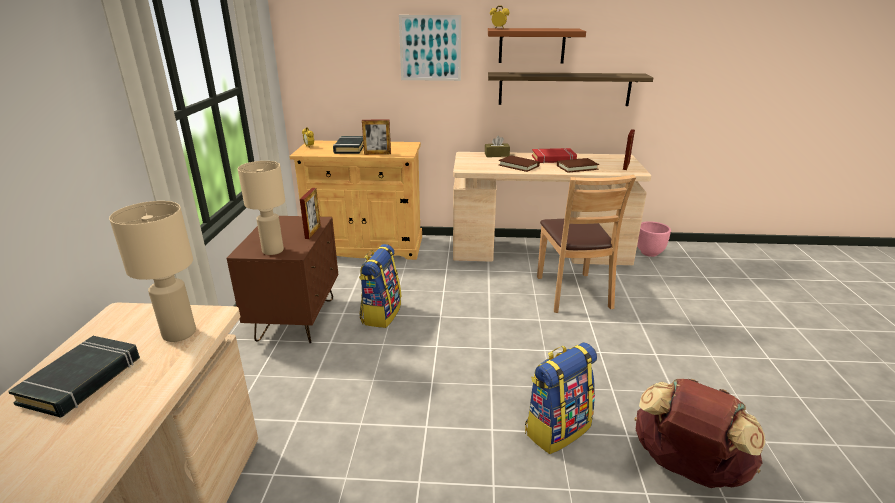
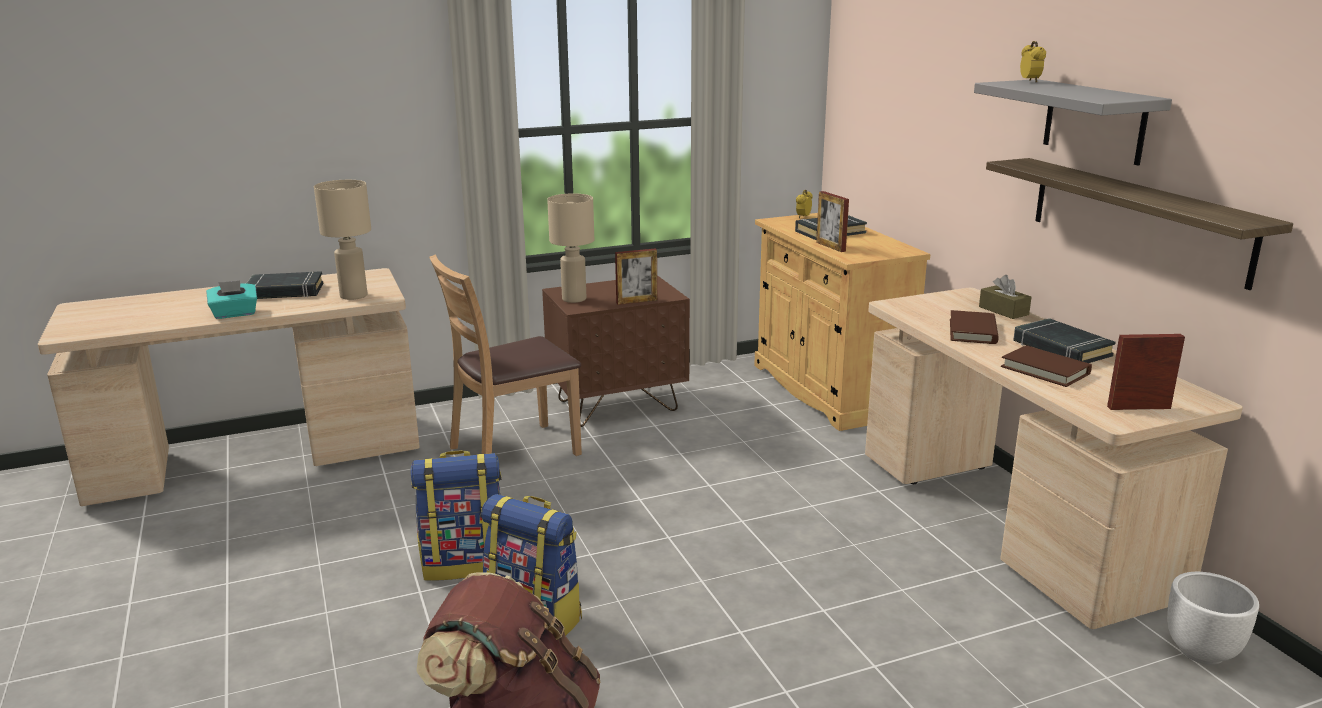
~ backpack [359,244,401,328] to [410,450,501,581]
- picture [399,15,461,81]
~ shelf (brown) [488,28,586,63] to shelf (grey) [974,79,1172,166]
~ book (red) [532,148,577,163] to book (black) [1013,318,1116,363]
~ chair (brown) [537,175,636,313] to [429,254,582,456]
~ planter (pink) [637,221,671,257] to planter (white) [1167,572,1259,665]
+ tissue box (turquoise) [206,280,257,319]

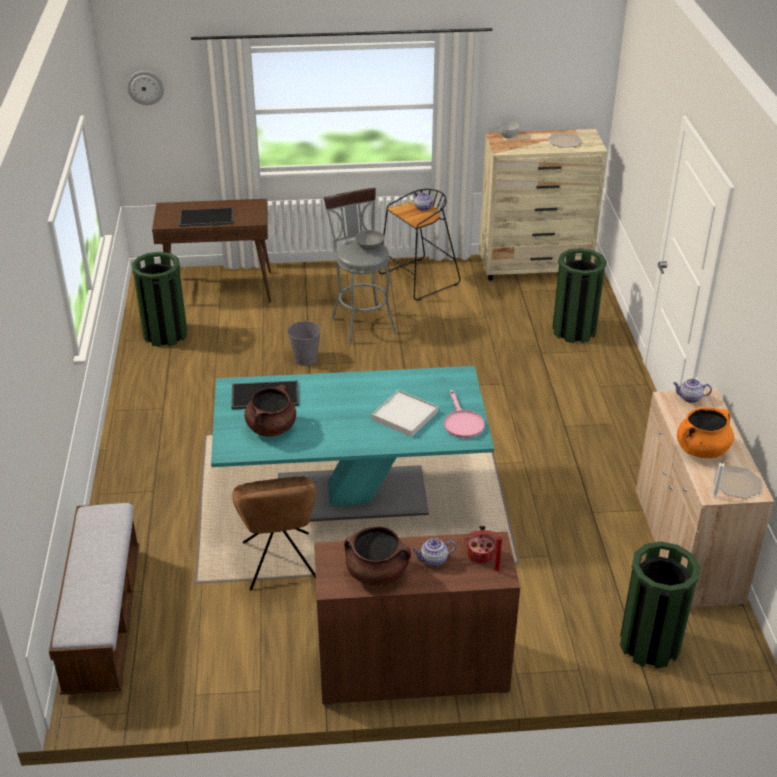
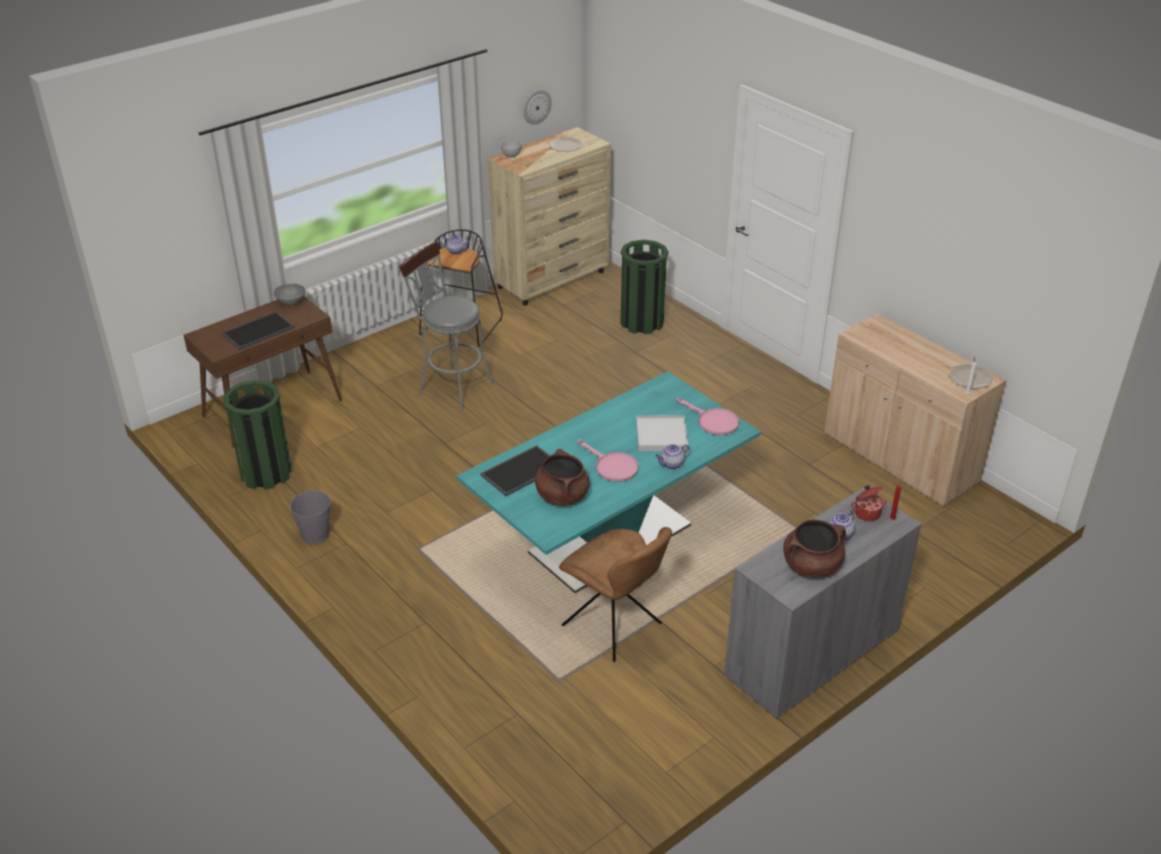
- bench [49,503,139,695]
~ wall clock [127,71,164,105] to [523,90,552,125]
~ bucket (grey) [288,321,321,366] to [289,491,331,545]
~ cabinet (brown) [314,532,520,705] to cabinet (grey) [724,487,922,719]
~ bowl (grey) [355,230,384,251] to [274,283,305,306]
- trash can (green) [620,541,700,669]
~ teapot [673,379,712,403] to [656,444,690,469]
- cooking pot (orange) [677,407,734,458]
+ frying pan (pink) [577,439,638,482]

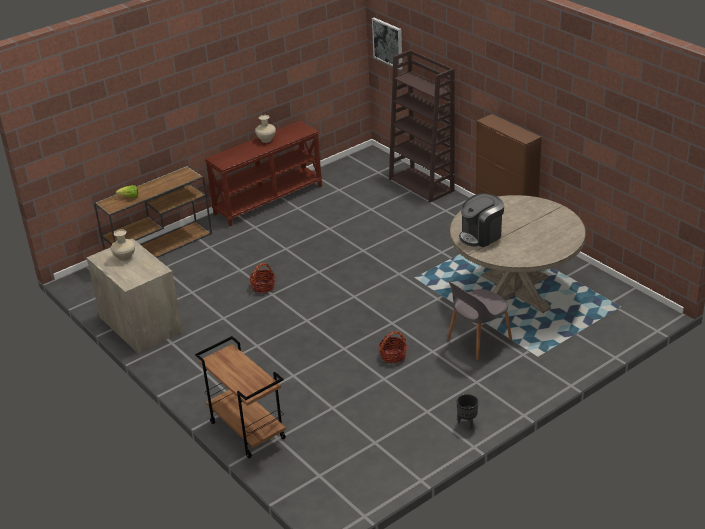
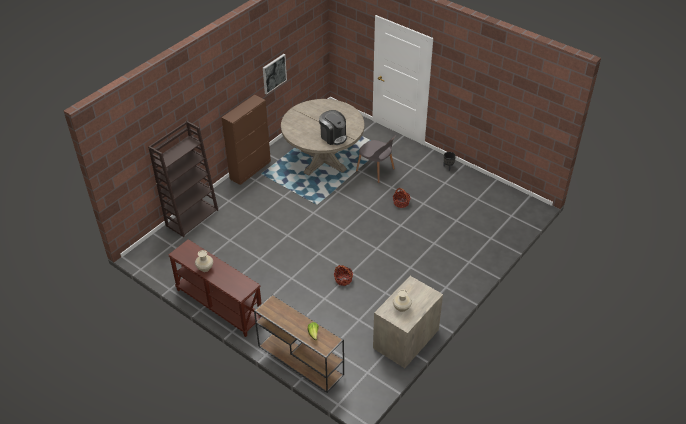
- cart (brown) [195,336,286,458]
~ picture [372,18,403,70] to [263,54,287,95]

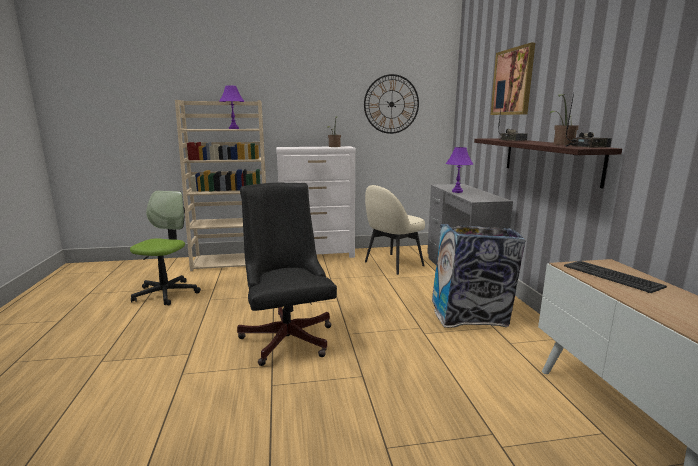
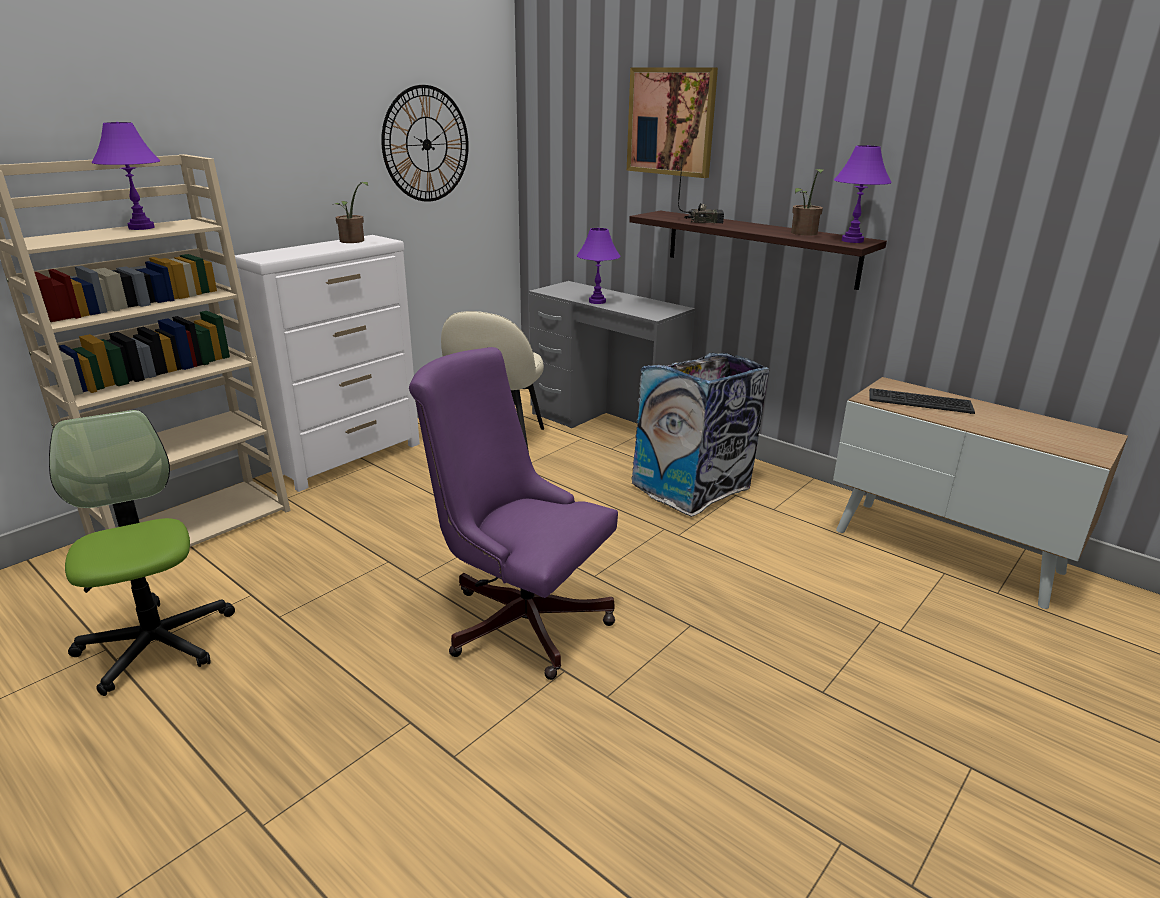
~ office chair (black) [237,182,337,366] to office chair (purple) [409,347,618,680]
~ radio [566,93,612,148] to table lamp (purple) [834,145,892,243]

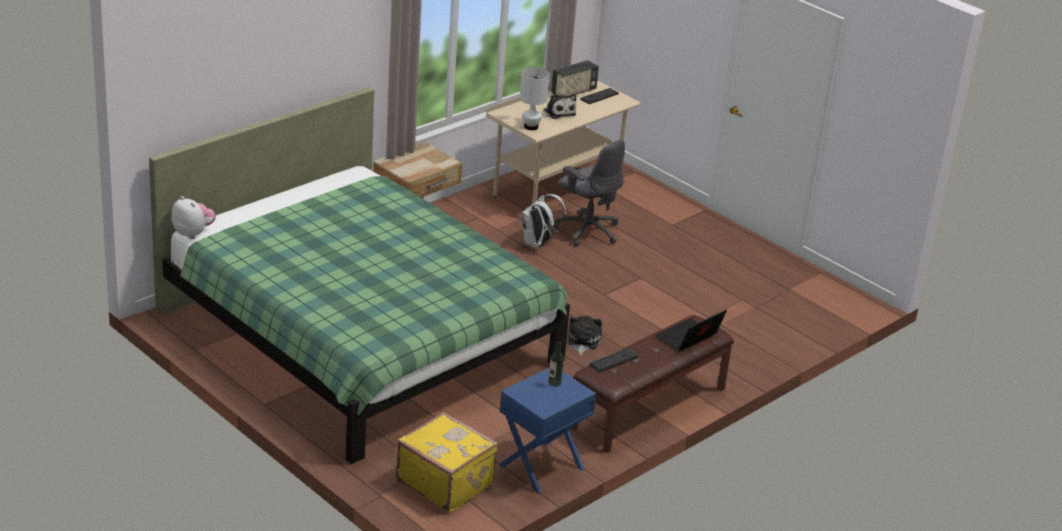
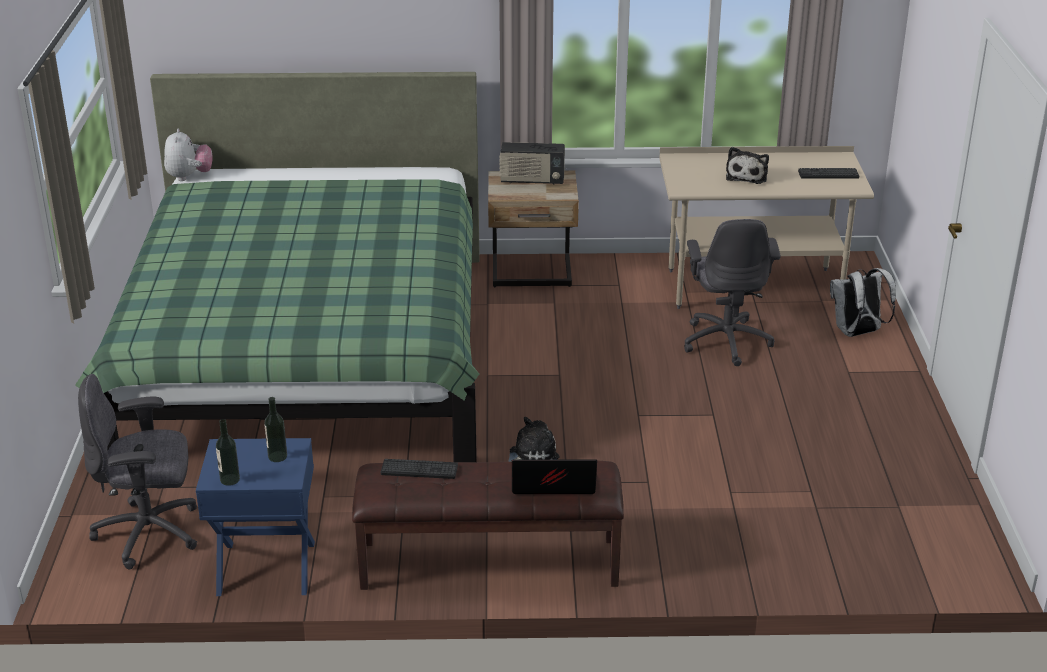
~ suitcase (yellow) [396,412,499,513] to office chair (grey) [78,374,197,569]
- table lamp (white) [520,67,550,130]
~ backpack (white) [521,194,567,249] to [830,268,896,337]
~ radio [551,60,599,96] to [500,142,565,184]
+ bottle [216,419,240,486]

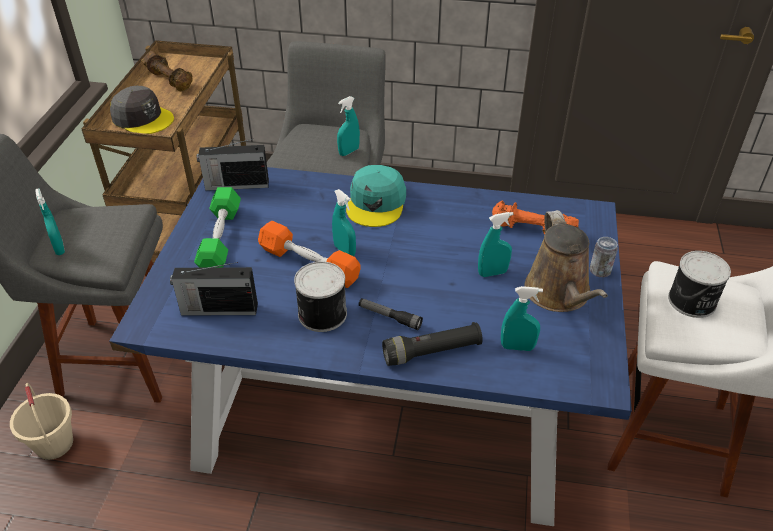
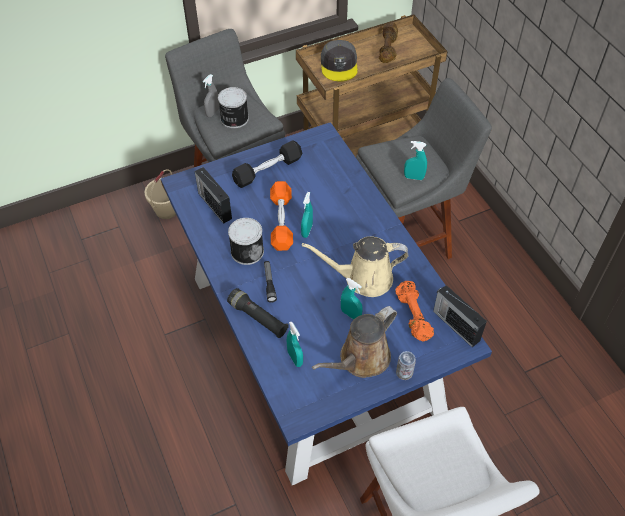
~ spray bottle (turquoise) [35,188,65,255] to spray bottle (grey) [203,74,219,117]
~ dumbbell (green) [194,187,241,268] to dumbbell (black) [232,140,302,188]
~ radio [197,138,269,191] to [433,285,487,347]
- cap (turquoise) [346,165,406,227]
~ can [668,251,731,318] to [218,87,249,128]
+ watering can (beige) [302,236,408,297]

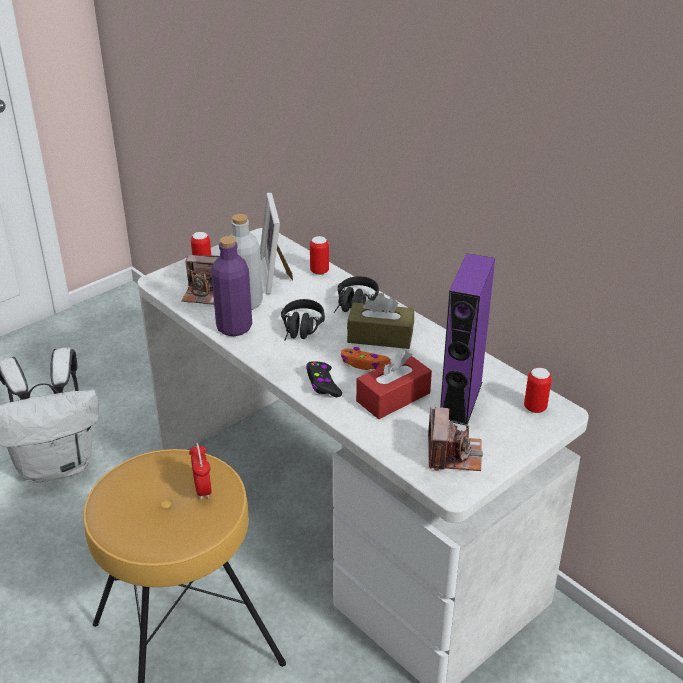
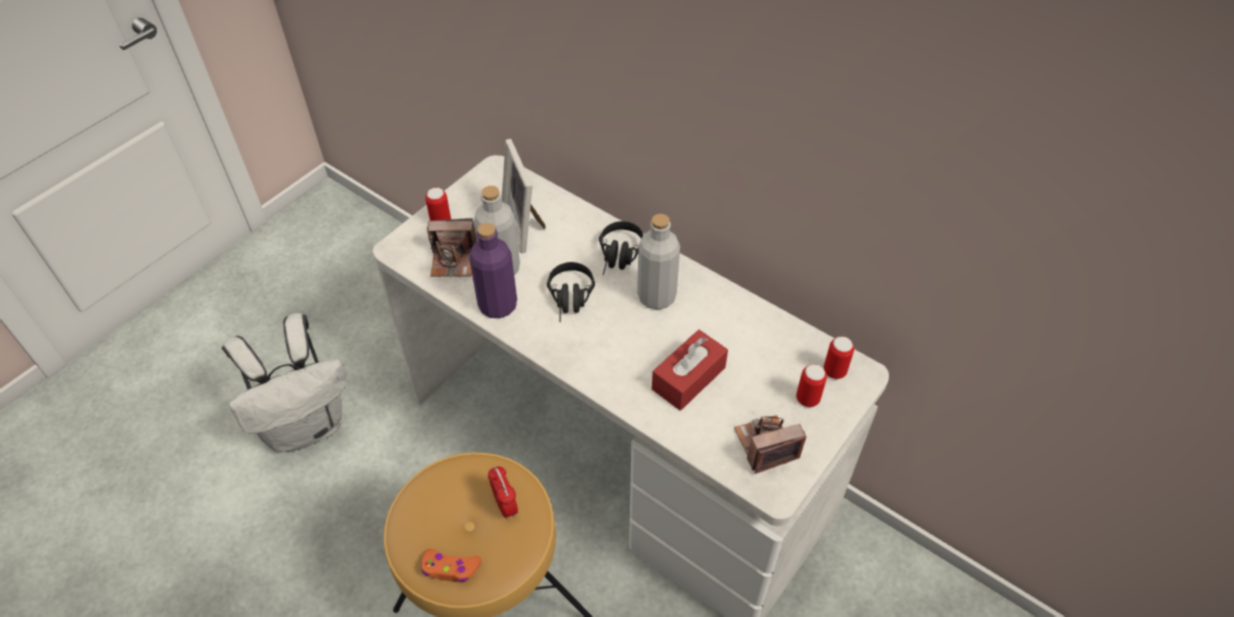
- game controller (black) [306,361,342,397]
~ can [310,236,329,275] to [796,364,827,407]
~ game controller (orange) [341,347,391,370] to [421,549,482,582]
~ tissue box (brown) [347,293,414,349] to bottle (grey) [637,214,680,310]
~ photo camera [428,407,483,471] = [734,415,806,474] 105 degrees counterclockwise
- speaker (purple) [440,253,495,426]

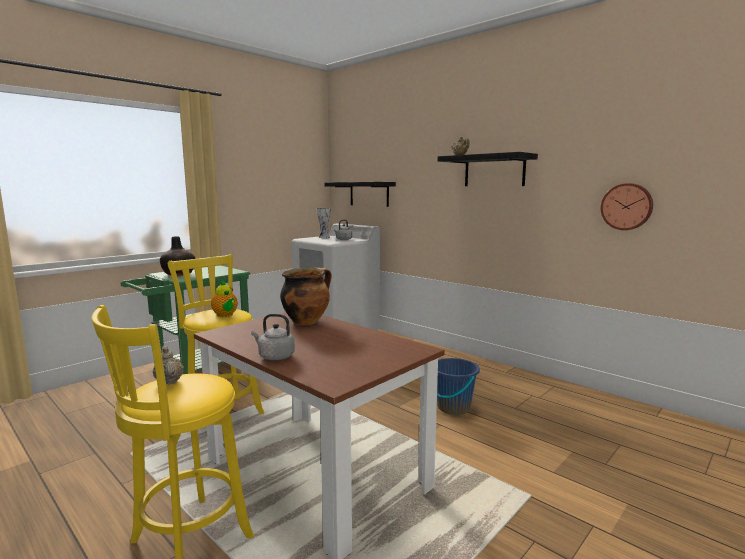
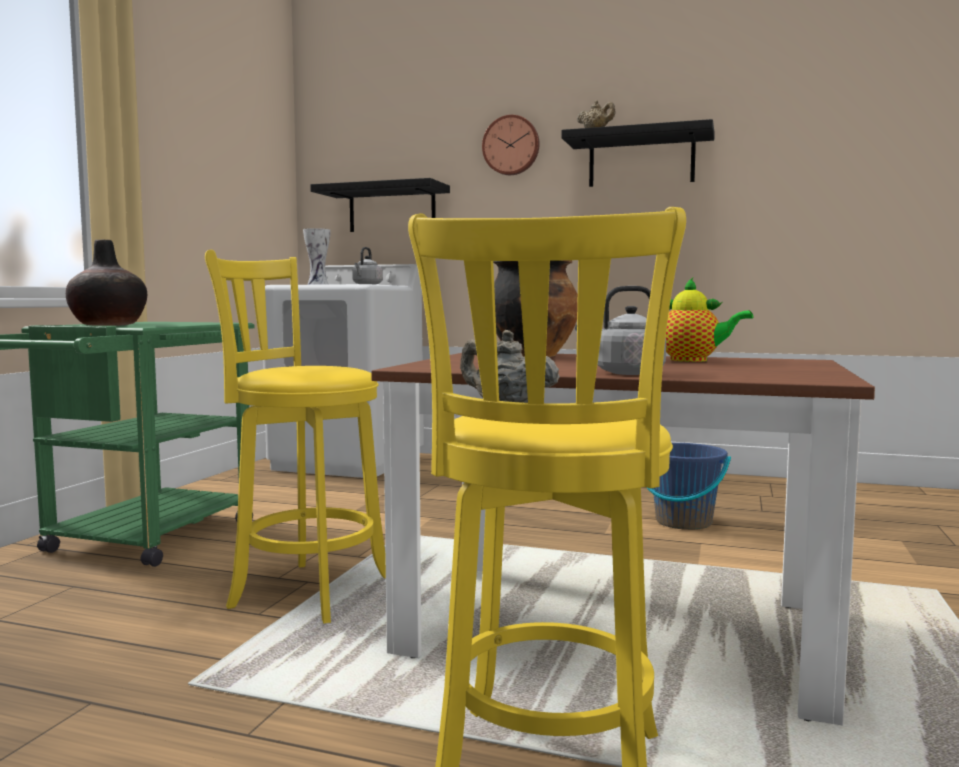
~ teapot [211,280,238,317] to [666,278,753,362]
~ wall clock [601,183,653,230] to [482,115,540,175]

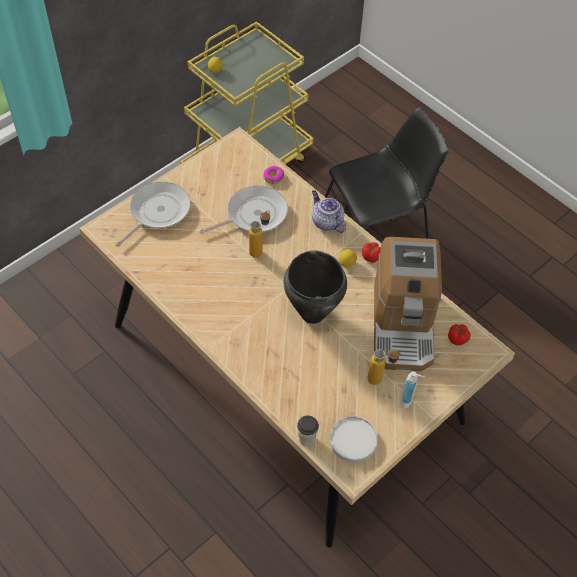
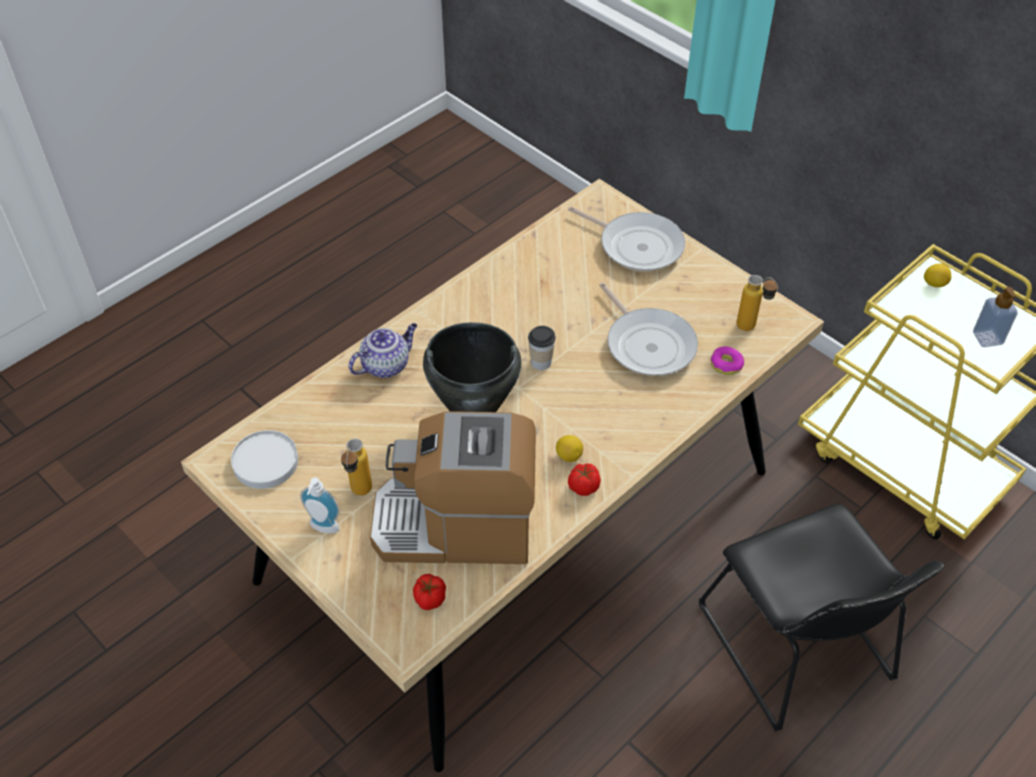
~ bottle [249,211,270,257] to [737,275,778,331]
~ cup [297,415,319,446] to [528,326,556,370]
~ teapot [312,190,346,233] to [348,323,417,378]
+ soap dispenser [973,287,1018,347]

